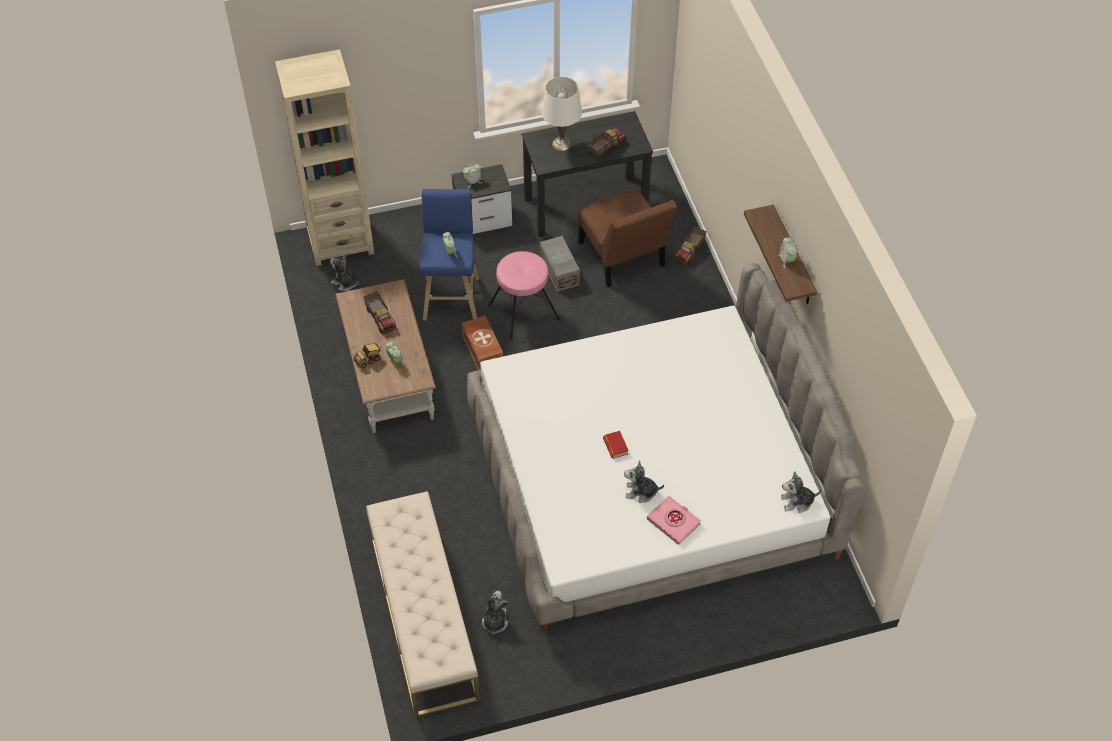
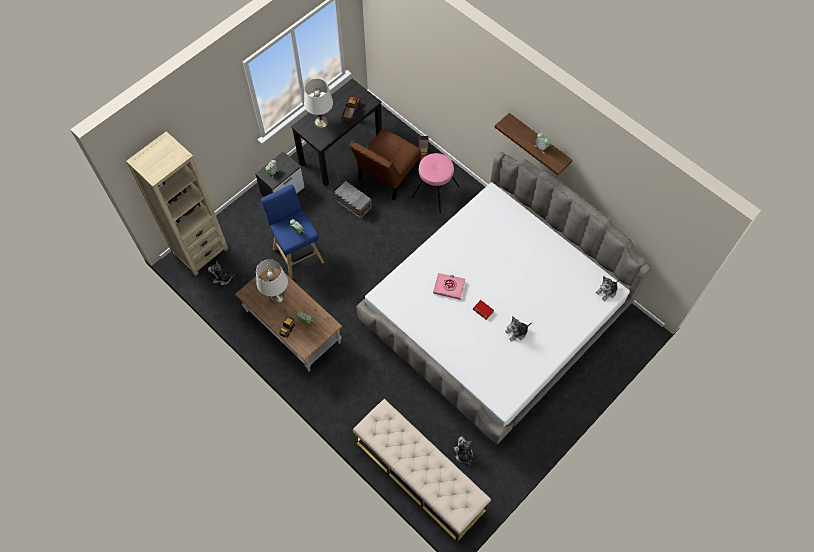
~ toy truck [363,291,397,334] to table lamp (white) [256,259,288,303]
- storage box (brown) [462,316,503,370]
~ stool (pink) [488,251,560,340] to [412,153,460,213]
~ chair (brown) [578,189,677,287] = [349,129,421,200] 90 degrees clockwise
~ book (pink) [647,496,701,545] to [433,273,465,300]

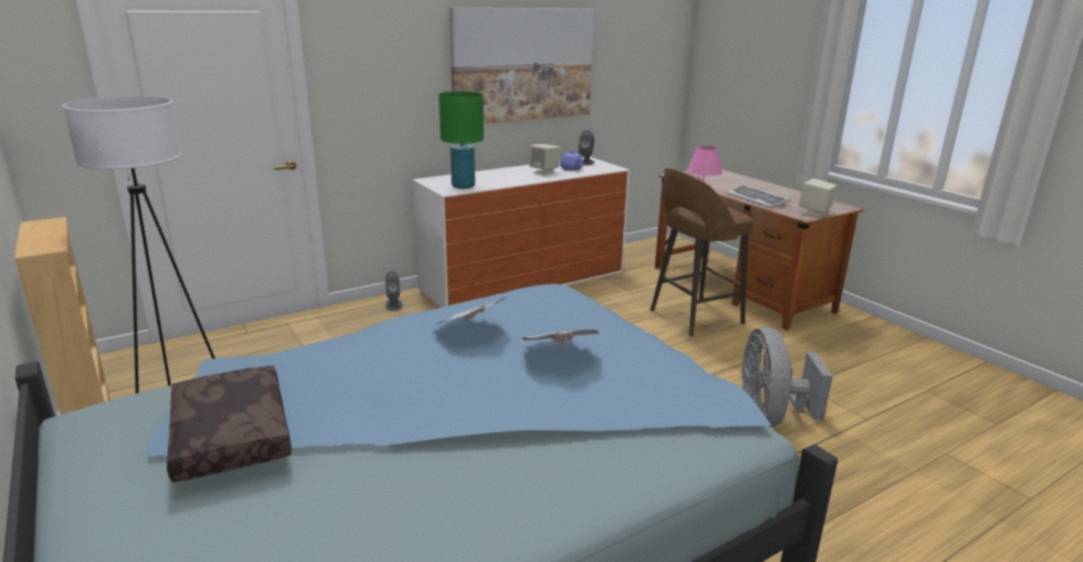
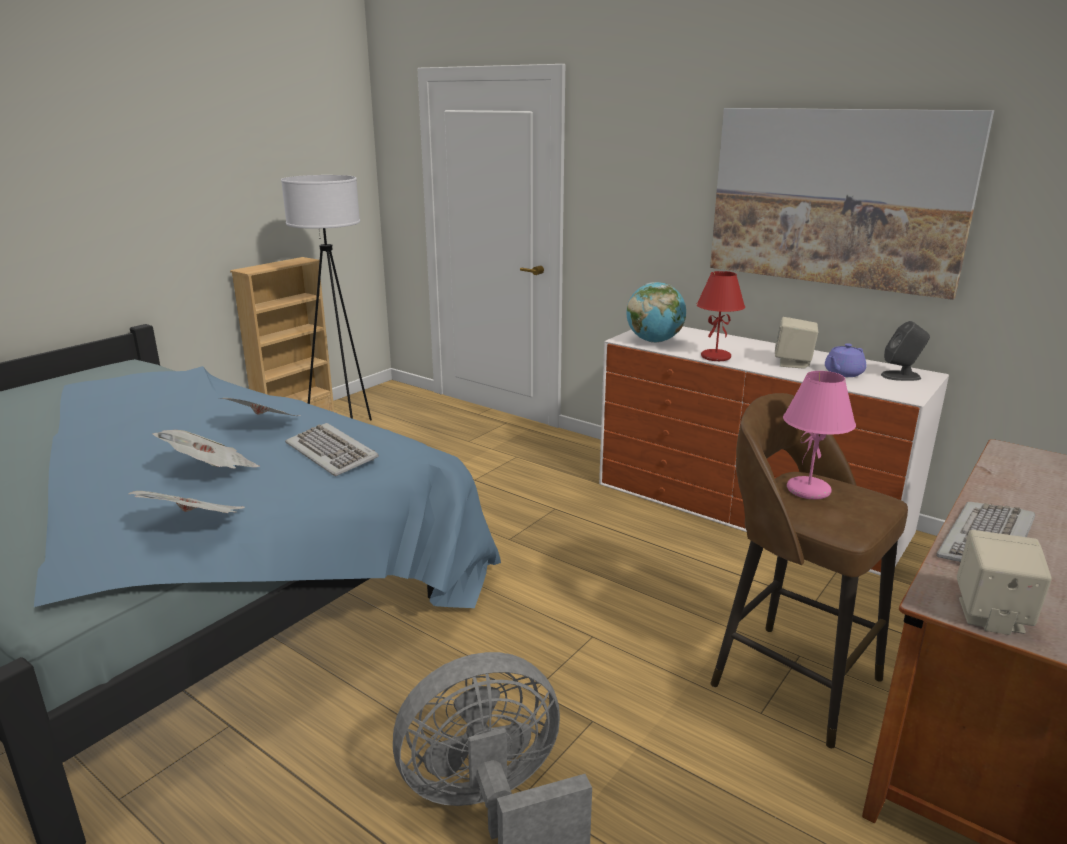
- pillow (brown) [167,366,292,482]
- speaker (grey) [385,271,403,310]
~ table lamp (green) [439,91,484,189] to globe [626,282,686,343]
+ newspaper [128,491,245,513]
+ keyboard [285,423,379,476]
+ table lamp (red) [696,271,745,361]

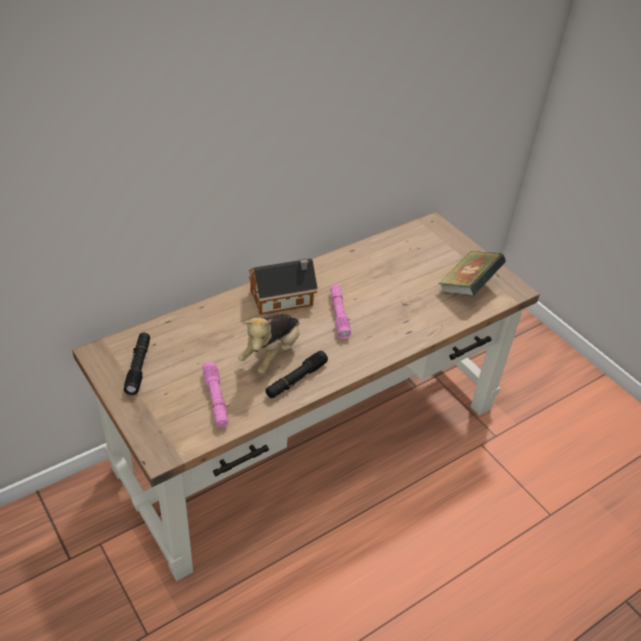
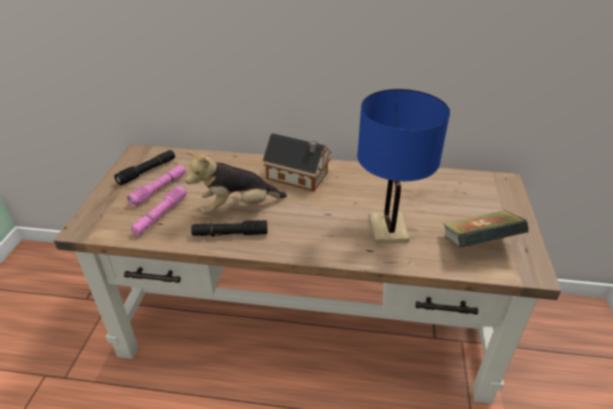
~ flashlight (pink) [330,284,351,339] to [127,165,186,206]
+ table lamp (blue) [357,89,450,243]

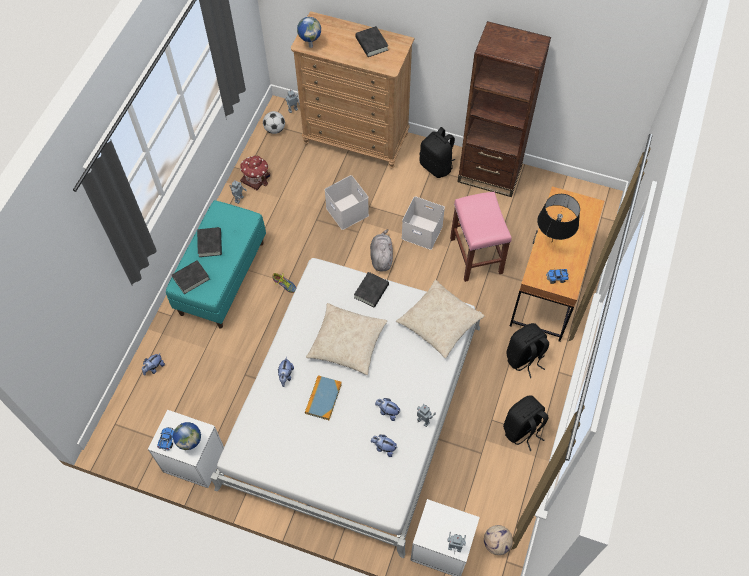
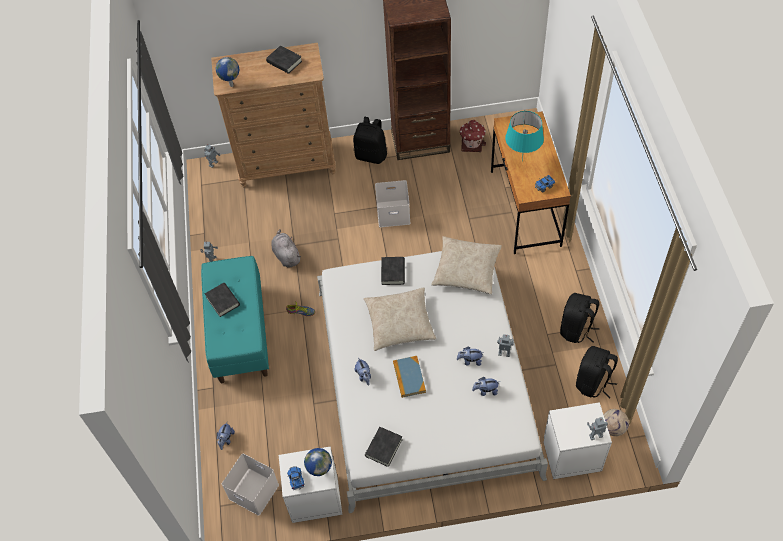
~ book (black) [172,260,210,294] to [365,427,403,467]
~ toy house [240,155,270,190] to [460,120,486,152]
- football [263,111,285,134]
~ storage box (white) [324,175,369,230] to [222,454,279,516]
~ plush toy (grey) [370,229,393,271] to [272,229,301,268]
- stool (pink) [450,192,512,282]
~ backpack (black) [506,323,549,378] to [576,346,618,399]
~ table lamp (black) [537,194,580,241] to table lamp (turquoise) [505,111,544,161]

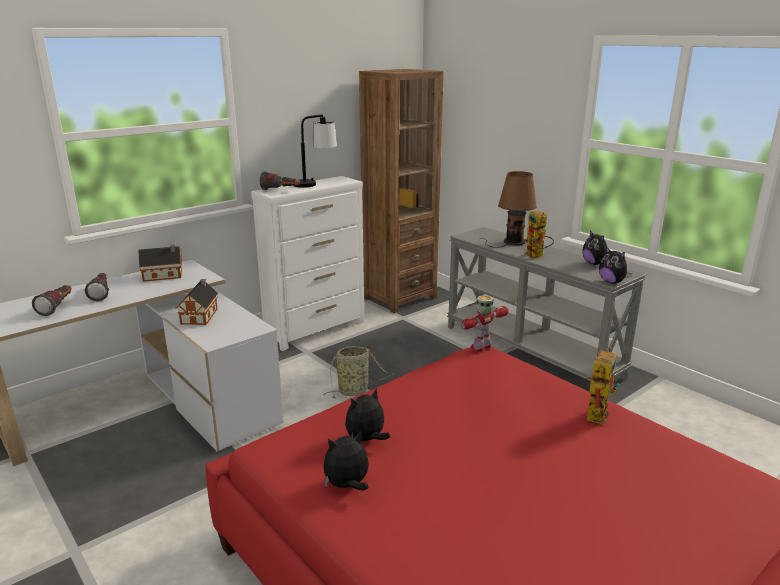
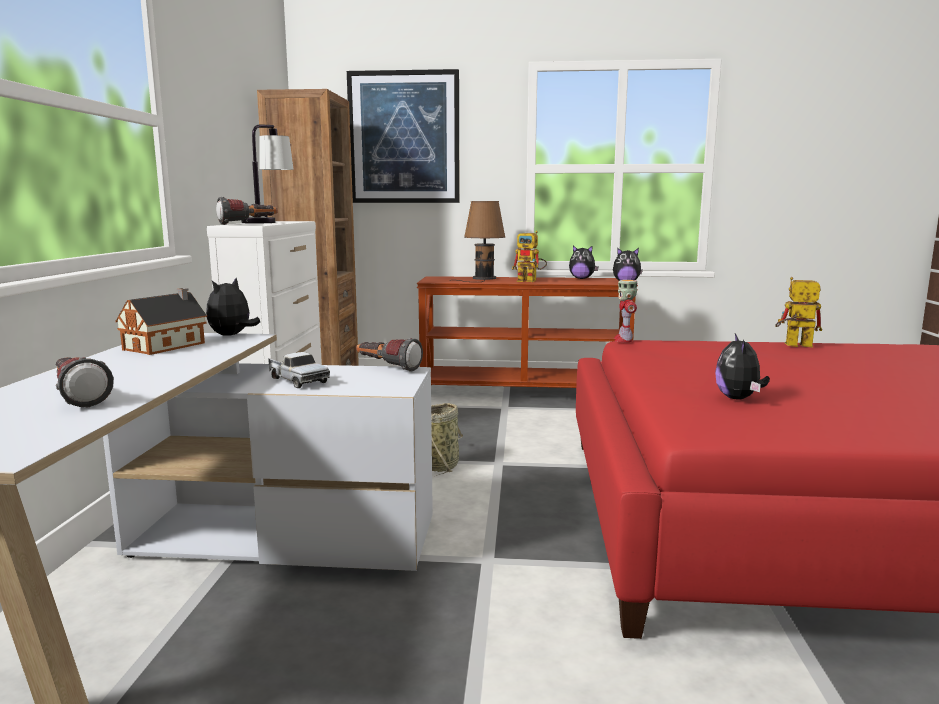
~ flashlight [85,273,109,301] to [356,338,423,372]
~ toy house [177,279,218,325] to toy truck [268,352,330,388]
~ plush toy [324,432,369,491] to [206,278,260,336]
~ console table (grey) [447,227,647,380] to console table (brown) [417,276,638,388]
~ toy robot [586,347,620,425] = [775,277,822,348] 60 degrees counterclockwise
+ picture [347,69,460,203]

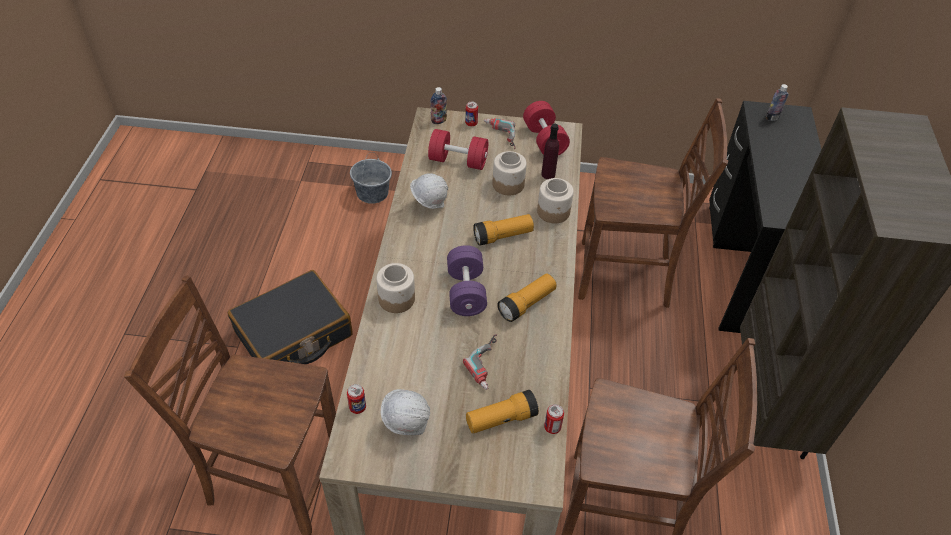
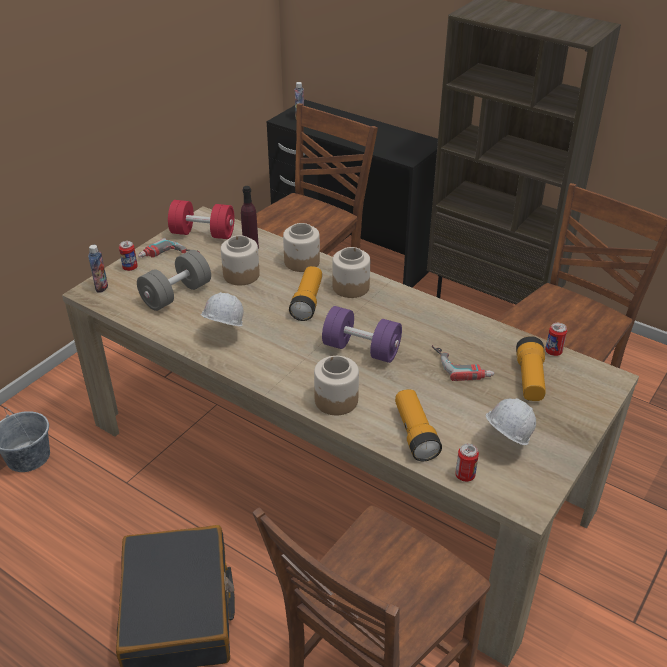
~ dumbbell (red) [428,129,488,170] to dumbbell (grey) [137,250,211,311]
~ flashlight [497,273,557,322] to [395,389,442,461]
+ jar [332,247,370,298]

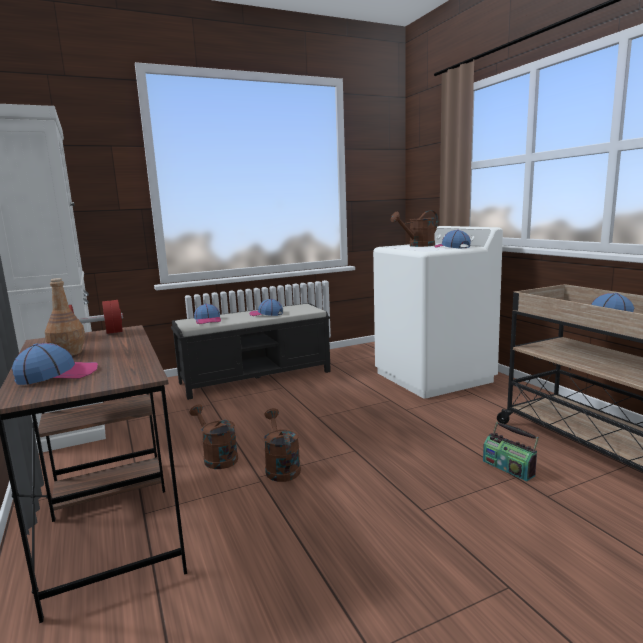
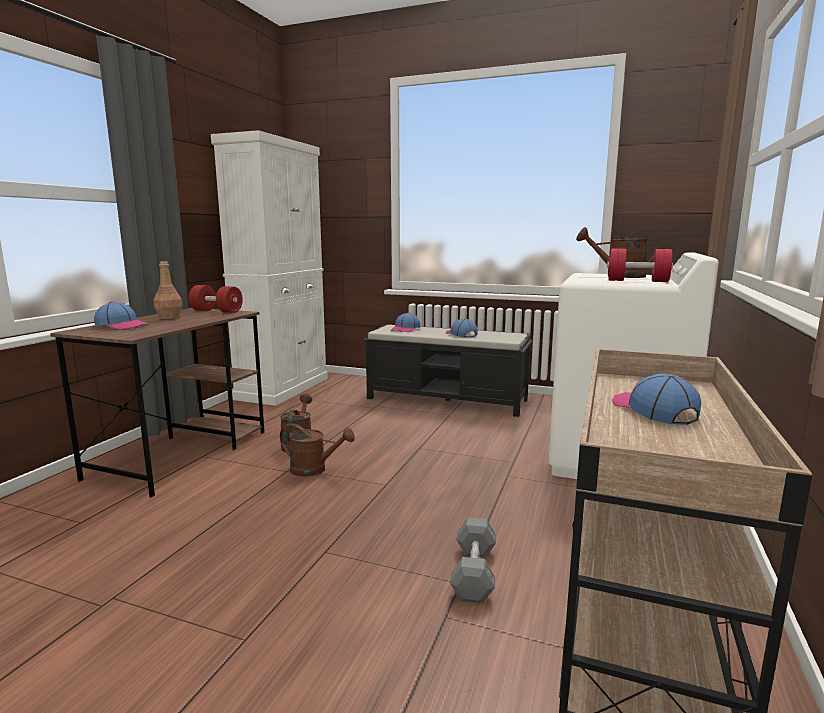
~ watering can (brown) [264,408,301,482] = [280,423,355,477] 75 degrees clockwise
~ cap [434,229,471,248] to dumbbell (red) [607,249,673,282]
~ radio [483,422,539,481] to dumbbell (grey) [450,517,496,603]

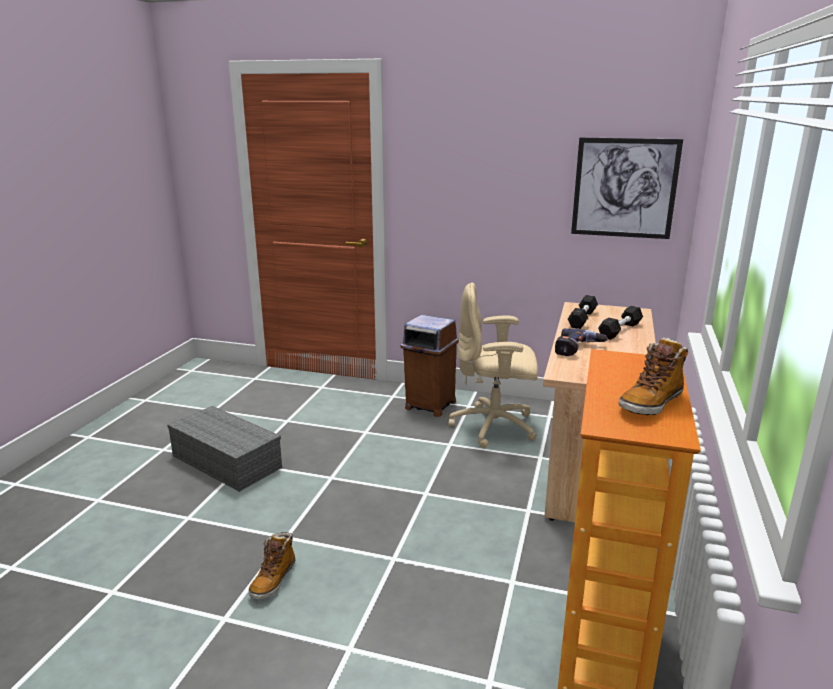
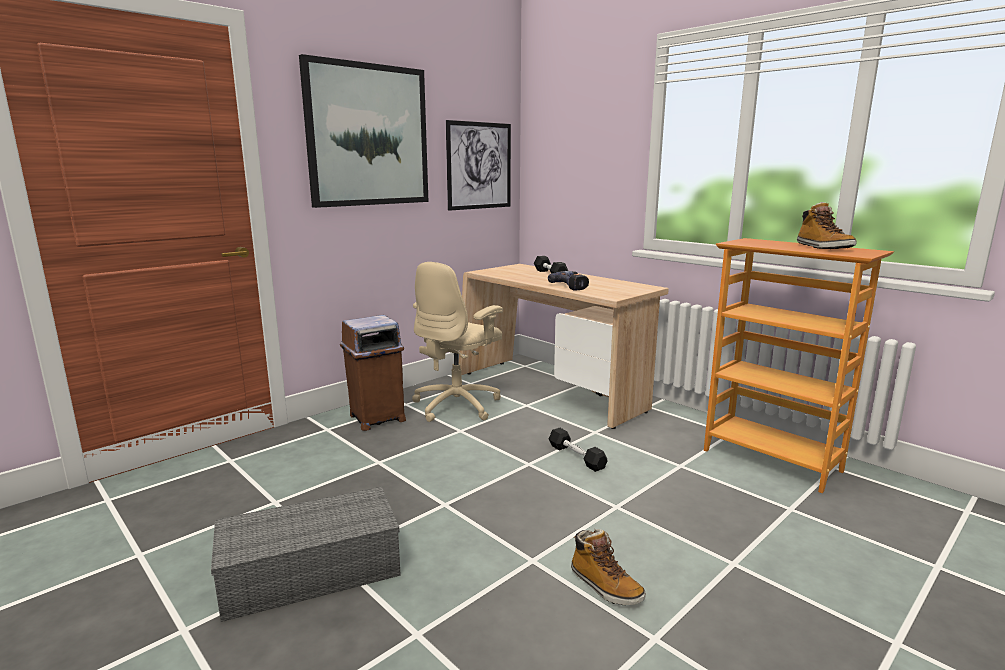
~ dumbbell (black) [568,295,598,329] to [549,428,607,472]
+ picture [299,54,429,208]

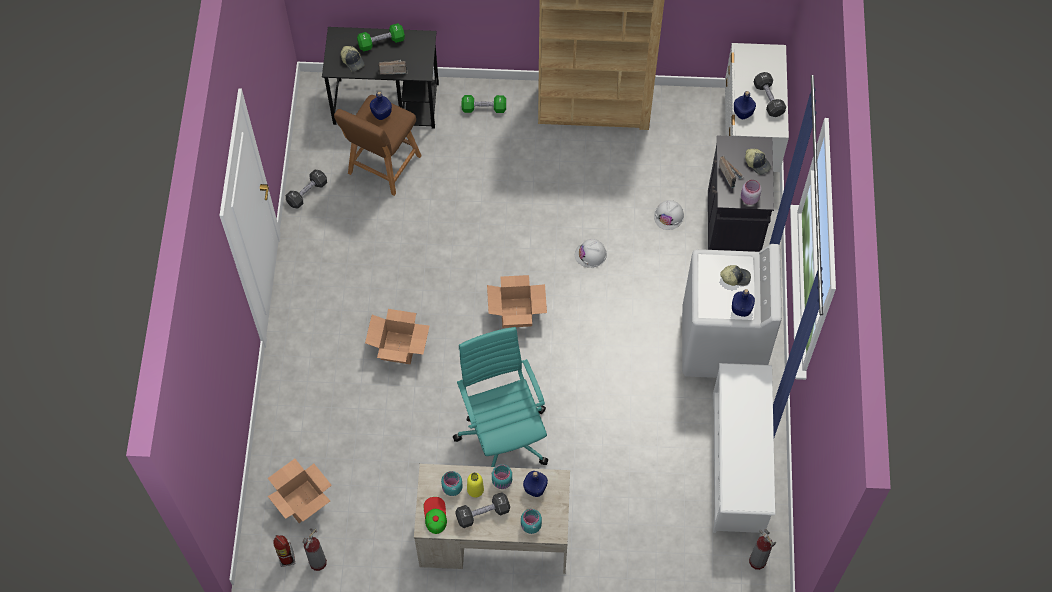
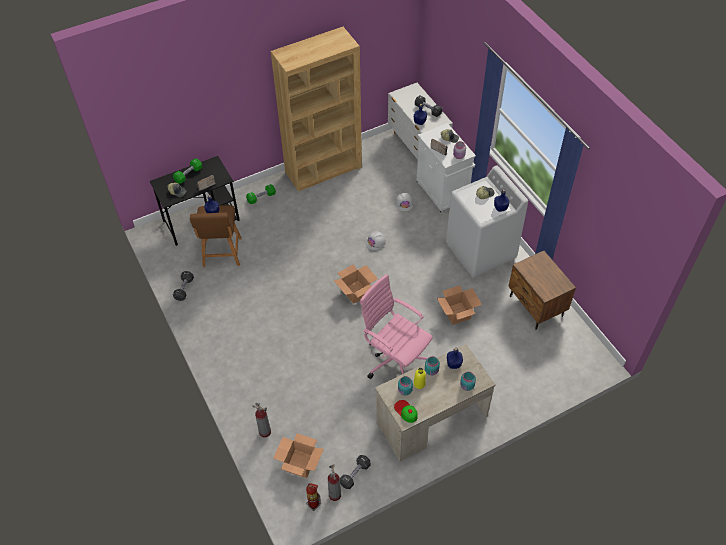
~ cardboard box [365,309,429,364] to [437,285,482,325]
~ office chair (turquoise) [453,327,548,467] to office chair (pink) [360,274,433,379]
~ dumbbell (black) [455,492,510,528] to [340,455,371,489]
~ cabinet (black) [708,136,774,252] to cabinet (white) [416,123,476,214]
~ shoe rack (white) [713,363,775,533] to nightstand (brown) [508,251,576,330]
~ fire extinguisher [749,529,776,570] to [252,403,271,437]

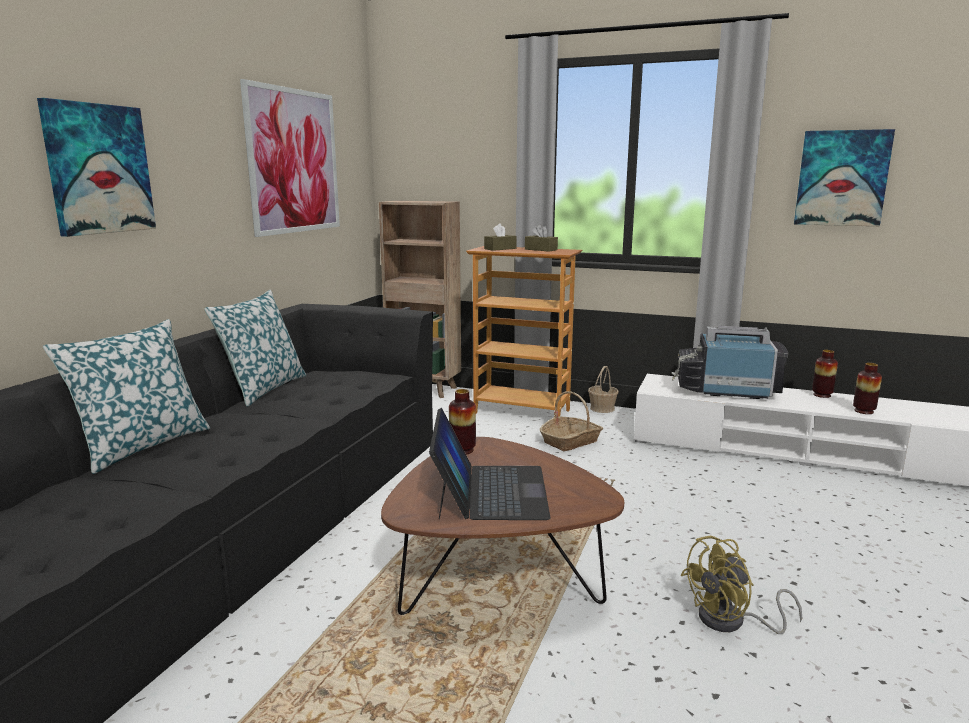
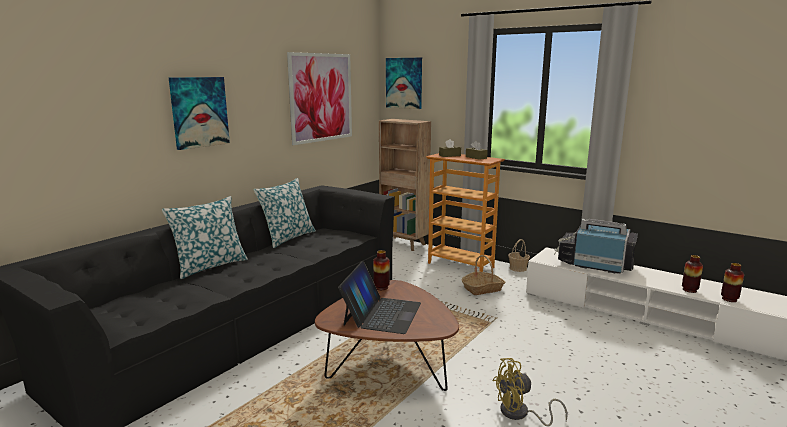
~ picture [794,129,895,226] to [386,58,422,109]
~ vase [812,350,838,398] to [721,263,744,302]

